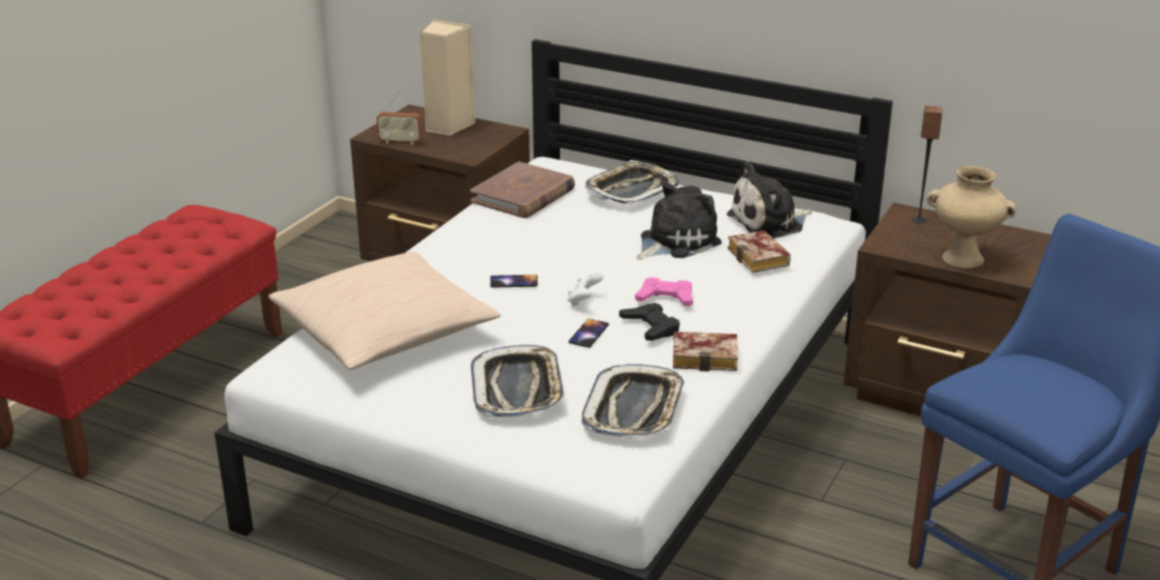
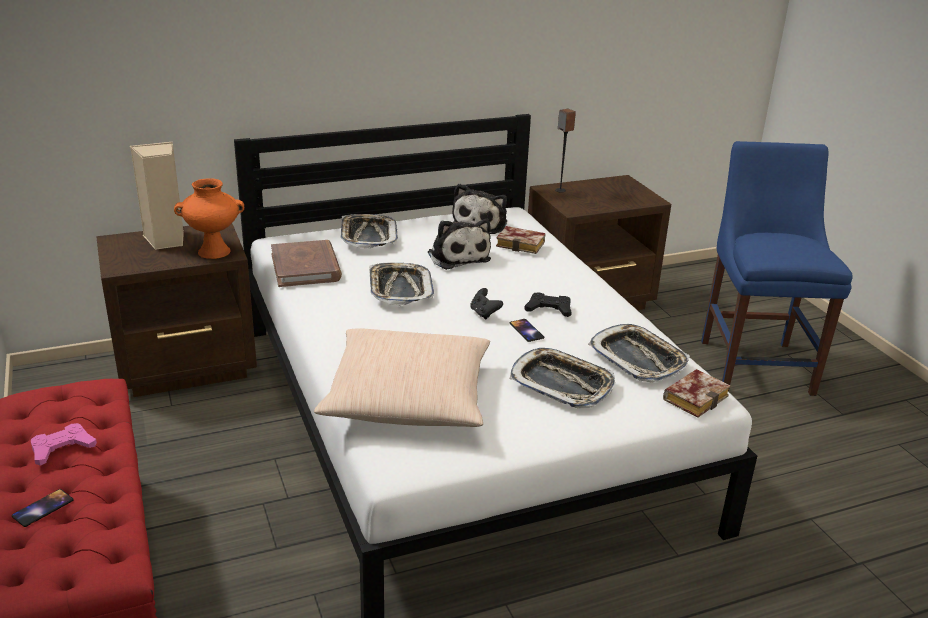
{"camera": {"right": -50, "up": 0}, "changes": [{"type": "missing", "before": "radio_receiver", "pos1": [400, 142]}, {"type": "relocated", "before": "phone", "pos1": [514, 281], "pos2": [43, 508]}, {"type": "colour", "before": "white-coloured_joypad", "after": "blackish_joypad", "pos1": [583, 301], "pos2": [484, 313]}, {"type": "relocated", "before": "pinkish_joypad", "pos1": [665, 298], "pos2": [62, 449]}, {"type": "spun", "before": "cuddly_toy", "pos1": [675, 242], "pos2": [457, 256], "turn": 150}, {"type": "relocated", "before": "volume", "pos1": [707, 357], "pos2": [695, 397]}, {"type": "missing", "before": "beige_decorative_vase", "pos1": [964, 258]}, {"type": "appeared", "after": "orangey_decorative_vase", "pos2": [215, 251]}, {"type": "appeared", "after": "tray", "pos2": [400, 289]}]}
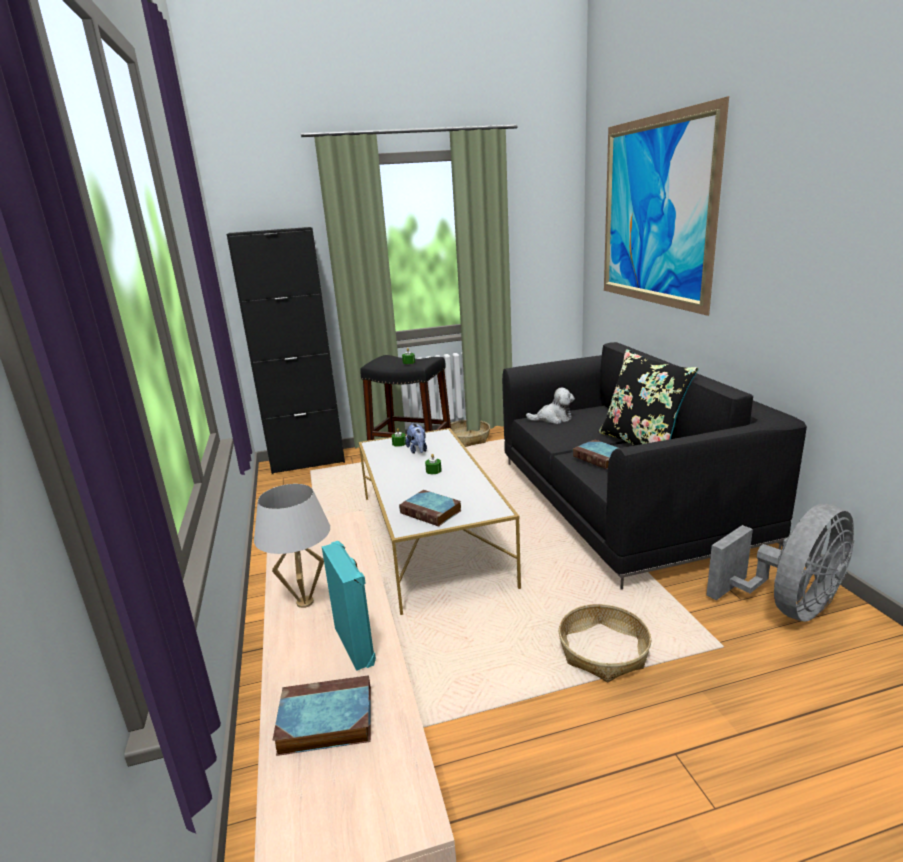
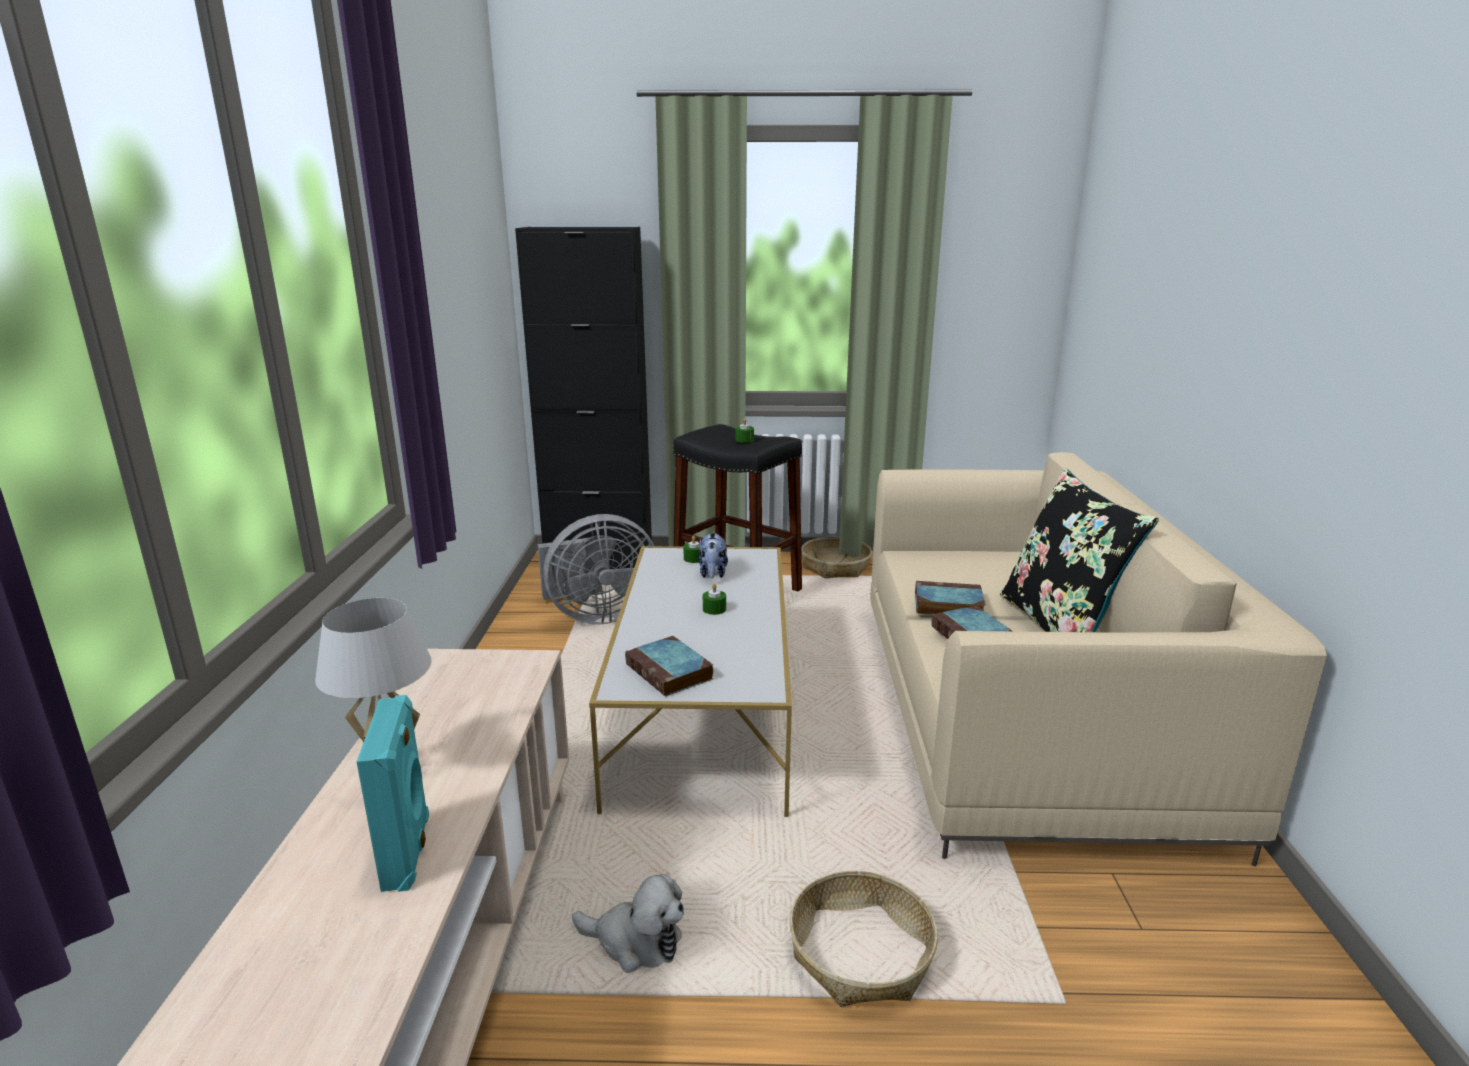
{"camera": {"right": 15, "up": 0}, "changes": [{"type": "relocated", "before": "volume", "pos1": [323, 721], "pos2": [946, 605]}, {"type": "colour", "before": "blackish_settee", "after": "beige_settee", "pos1": [623, 502], "pos2": [1025, 715]}, {"type": "relocated", "before": "cuddly_toy", "pos1": [553, 419], "pos2": [635, 943]}, {"type": "missing", "before": "wall_art", "pos1": [654, 212]}, {"type": "relocated", "before": "gray_fan", "pos1": [787, 606], "pos2": [597, 615]}]}
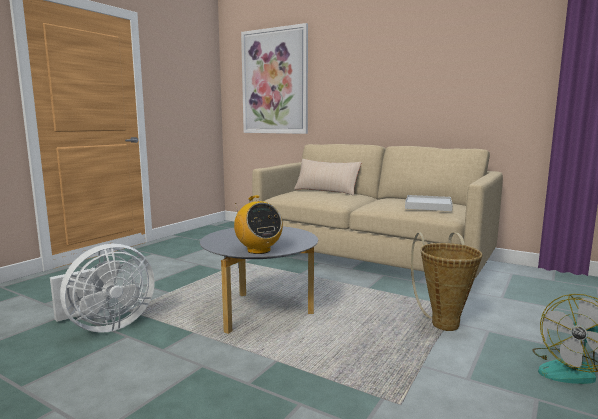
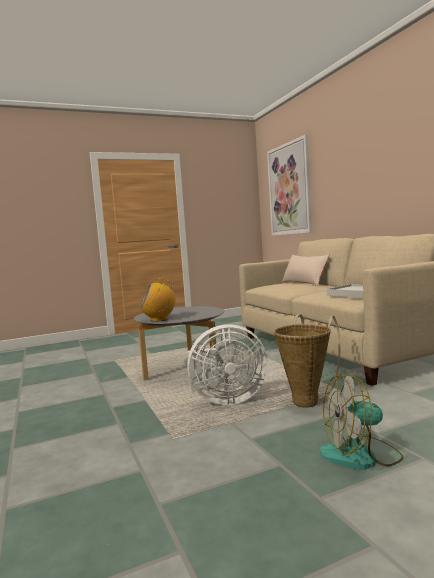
{"camera": {"right": 35, "up": -5}, "changes": [{"type": "relocated", "before": "white-coloured_fan", "pos1": [106, 326], "pos2": [225, 400]}, {"type": "spun", "before": "radio_receiver", "pos1": [258, 250], "pos2": [159, 319], "turn": 75}]}
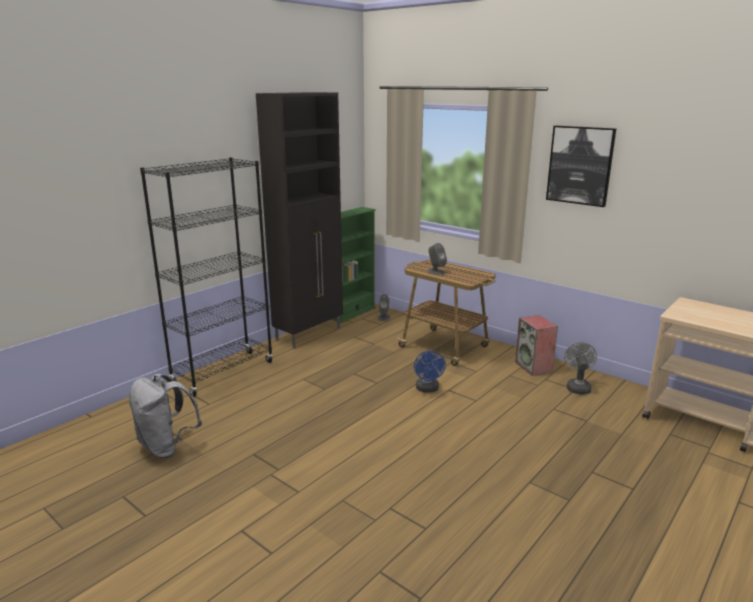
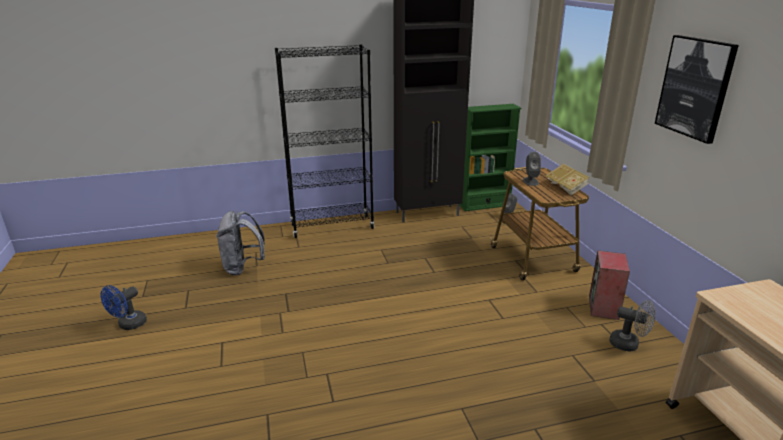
{"camera": {"right": 35, "up": 5}, "changes": [{"type": "relocated", "before": "blue_fan", "pos1": [428, 389], "pos2": [128, 325]}, {"type": "spun", "before": "gray_fan", "pos1": [577, 387], "pos2": [629, 344], "turn": 75}, {"type": "appeared", "after": "volume", "pos2": [566, 188]}]}
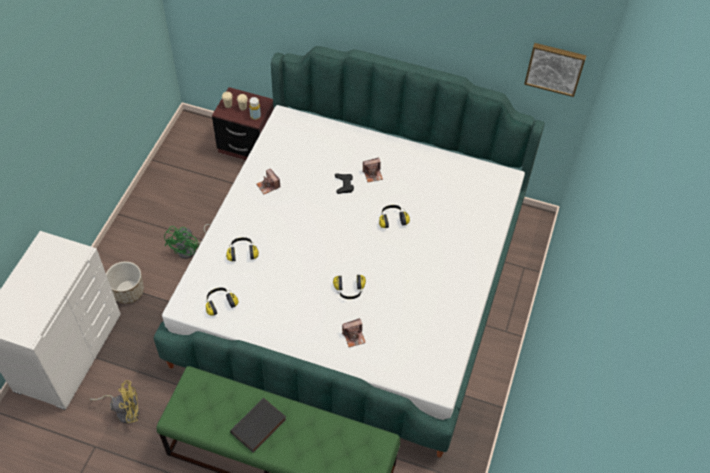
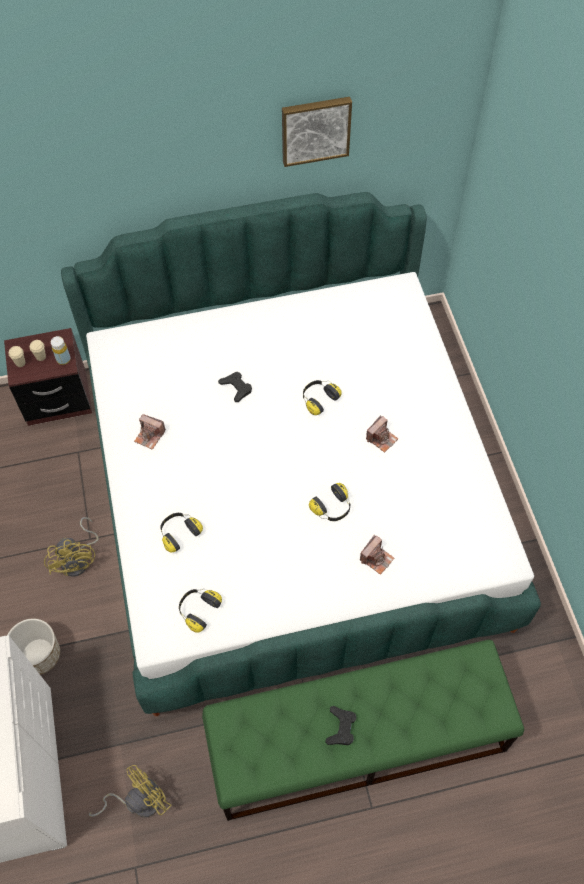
{"camera": {"right": -30, "up": 5}, "changes": [{"type": "colour", "before": "green-coloured_fan", "after": "yellow_fan", "pos1": [191, 249], "pos2": [79, 559]}, {"type": "exchanged", "before": "blackish_volume", "after": "blackish_joypad", "pos1": [259, 427], "pos2": [341, 727]}, {"type": "relocated", "before": "photo_camera", "pos1": [372, 174], "pos2": [381, 438]}, {"type": "relocated", "before": "wall_art", "pos1": [555, 68], "pos2": [315, 129]}]}
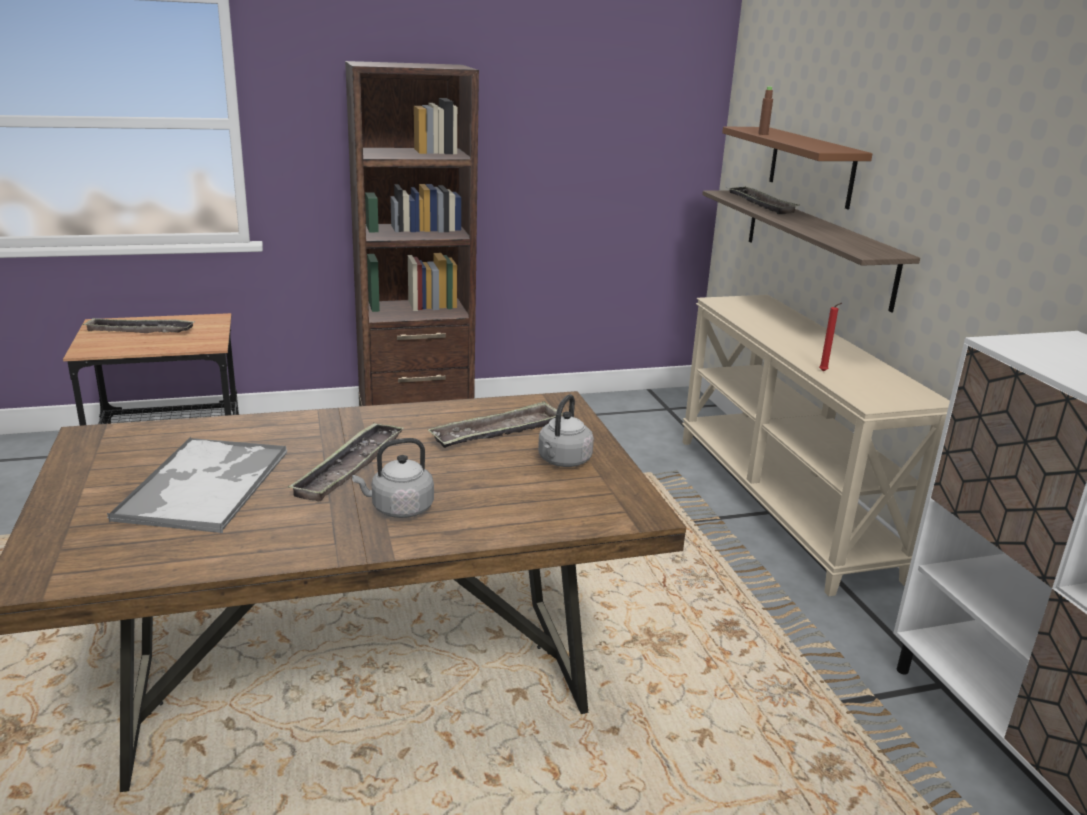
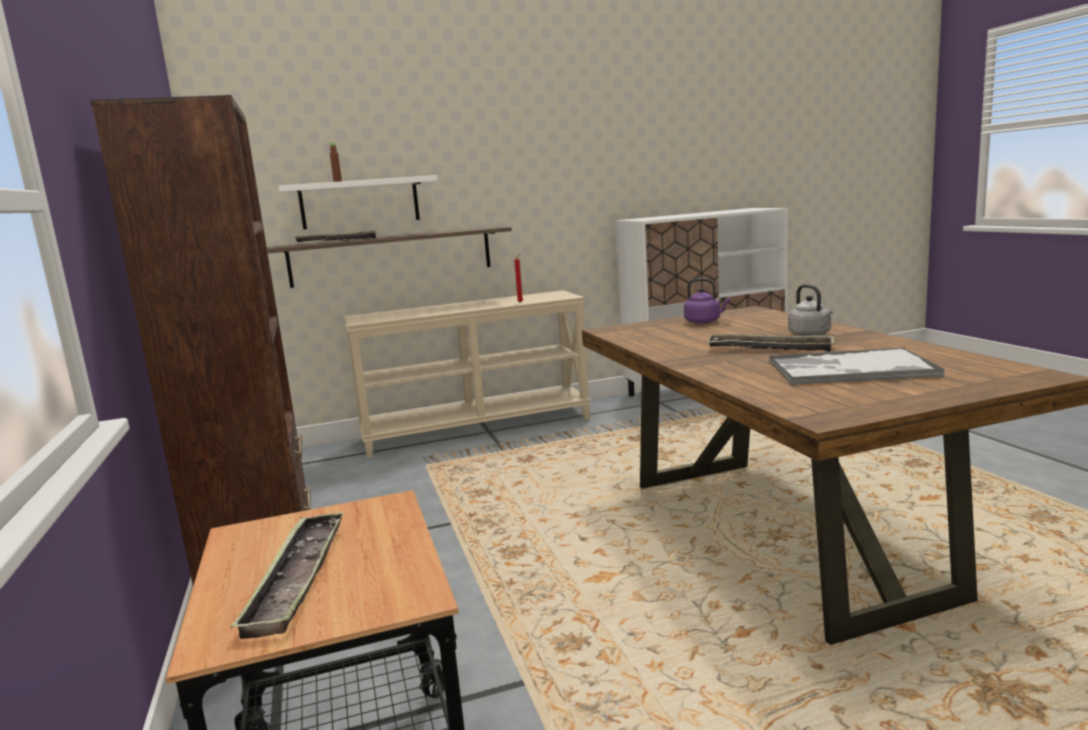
{"camera": {"right": -90, "up": -10}, "changes": [{"type": "missing", "before": "tray", "pos1": [497, 432]}, {"type": "colour", "before": "gray_tea_kettle", "after": "purple_tea_kettle", "pos1": [563, 461], "pos2": [704, 322]}, {"type": "colour", "before": "brown-coloured_wall_shelf", "after": "white-coloured_wall_shelf", "pos1": [811, 166], "pos2": [360, 203]}]}
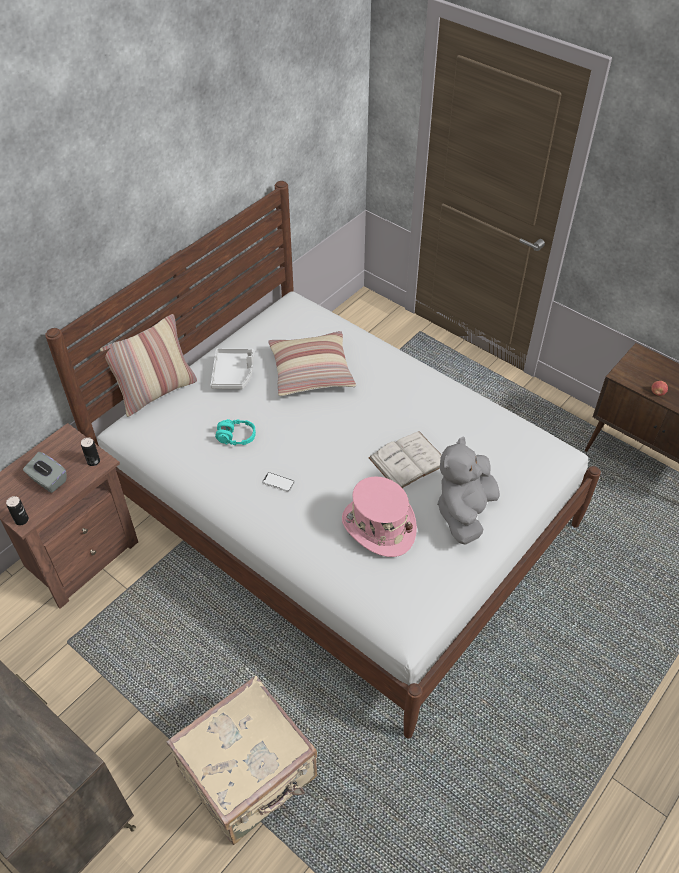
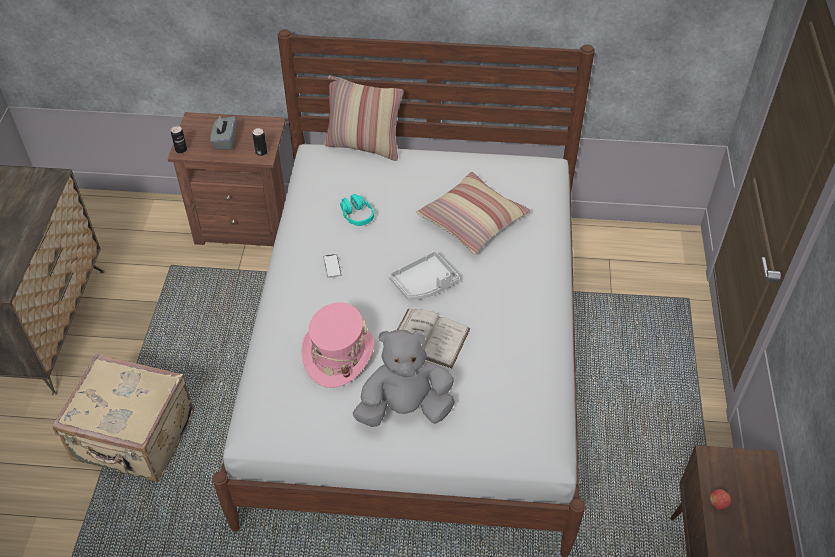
{"camera": {"right": 55, "up": 0}, "changes": [{"type": "relocated", "before": "gray_tray", "pos1": [234, 374], "pos2": [424, 283]}]}
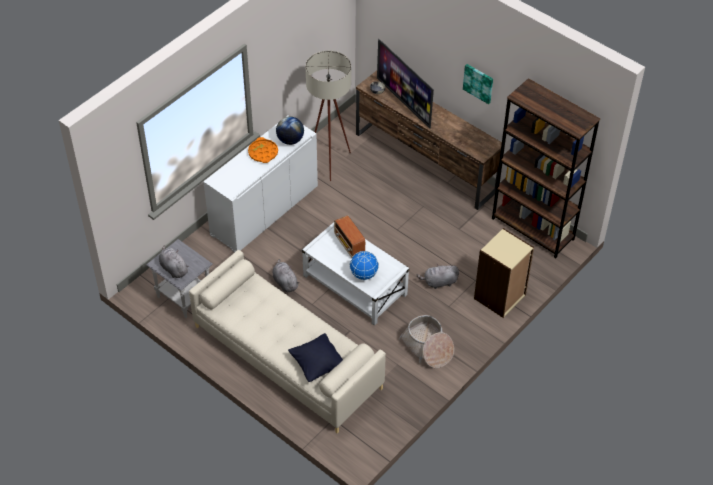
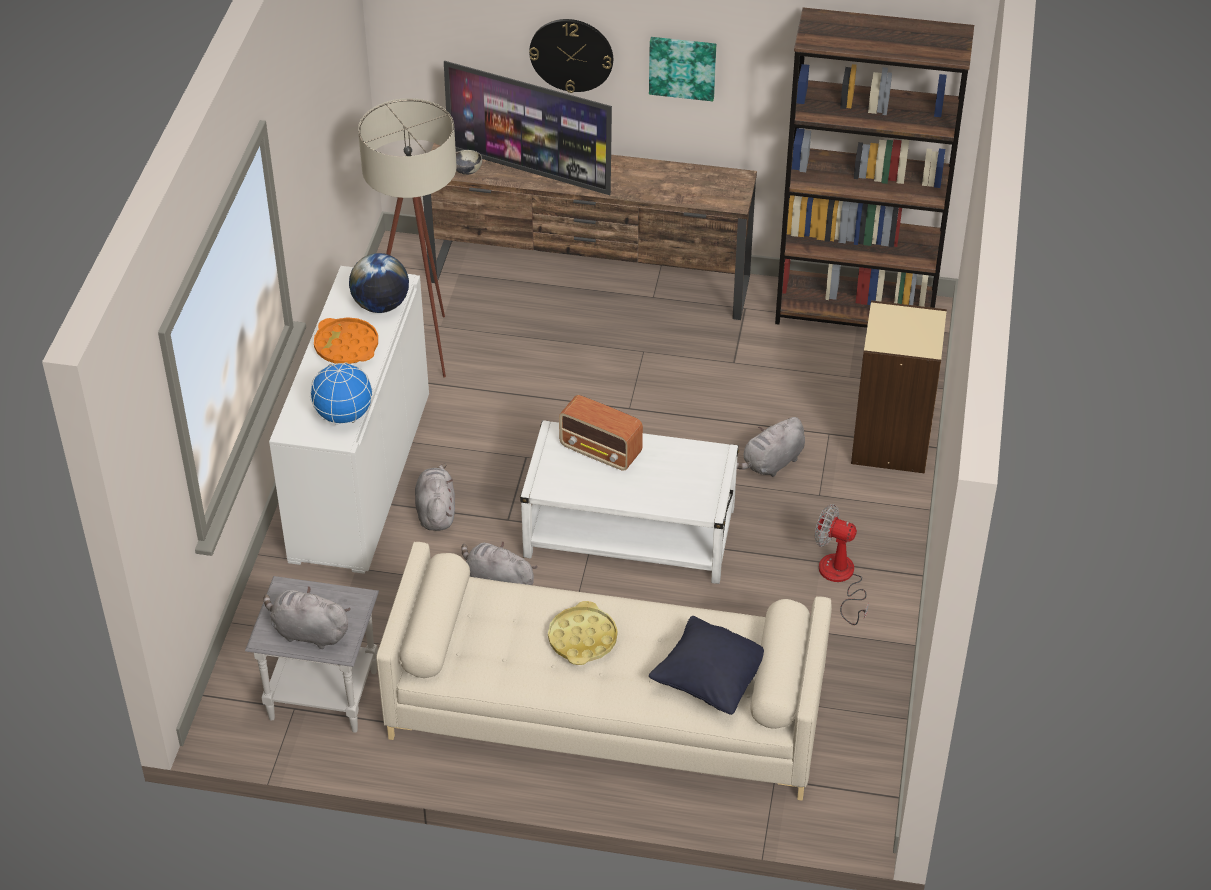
{"camera": {"right": -30, "up": -5}, "changes": [{"type": "relocated", "before": "desk_globe", "pos1": [364, 274], "pos2": [344, 416]}, {"type": "exchanged", "before": "basket", "after": "fan", "pos1": [427, 348], "pos2": [840, 579]}, {"type": "appeared", "after": "gray_cuddly_toy", "pos2": [436, 511]}, {"type": "appeared", "after": "clock_on_the_wall", "pos2": [571, 54]}, {"type": "appeared", "after": "yellow_tray", "pos2": [582, 639]}]}
